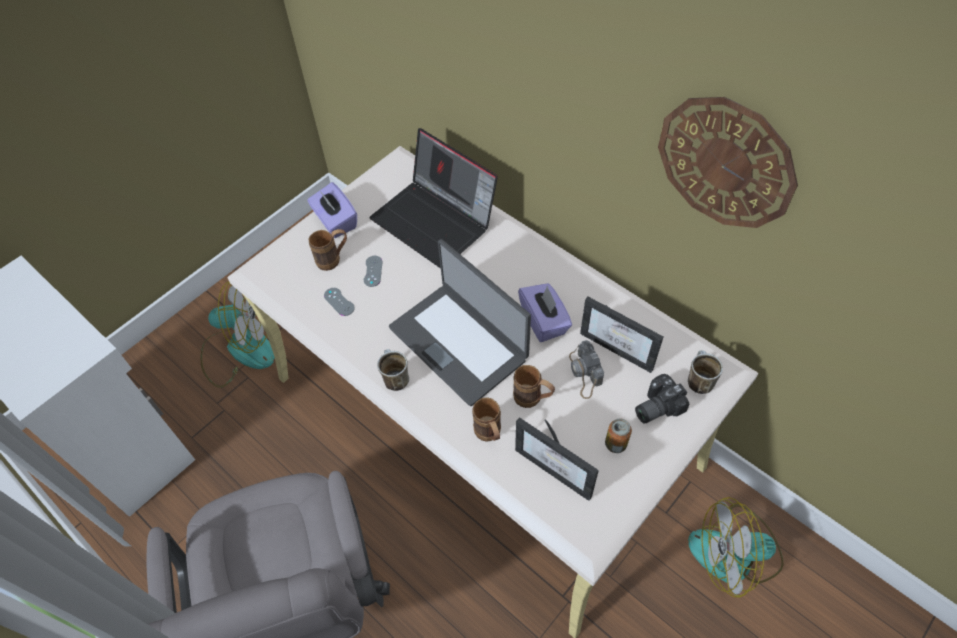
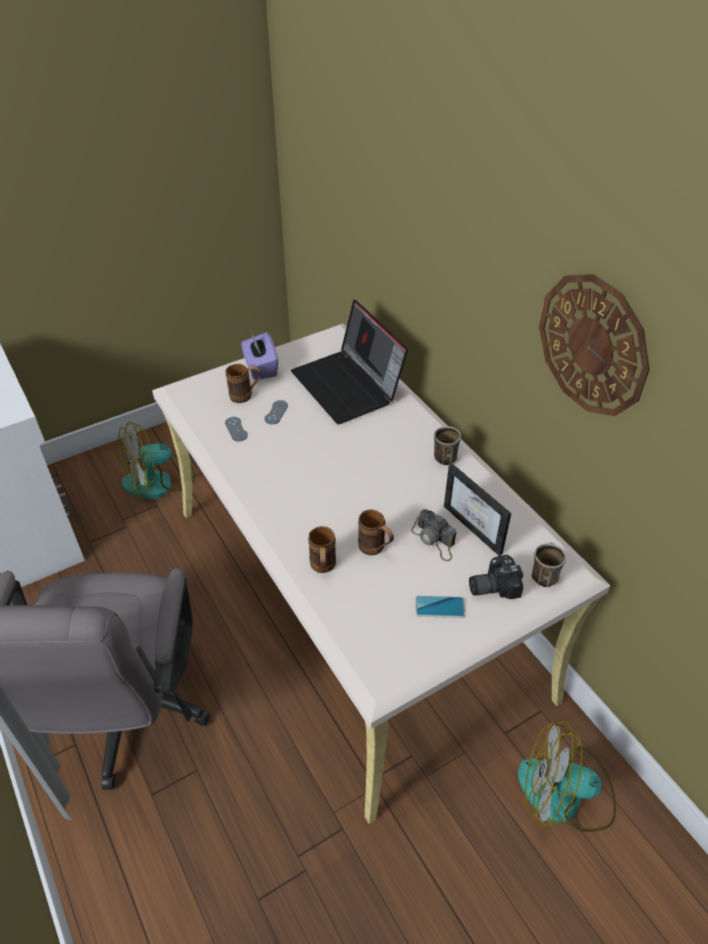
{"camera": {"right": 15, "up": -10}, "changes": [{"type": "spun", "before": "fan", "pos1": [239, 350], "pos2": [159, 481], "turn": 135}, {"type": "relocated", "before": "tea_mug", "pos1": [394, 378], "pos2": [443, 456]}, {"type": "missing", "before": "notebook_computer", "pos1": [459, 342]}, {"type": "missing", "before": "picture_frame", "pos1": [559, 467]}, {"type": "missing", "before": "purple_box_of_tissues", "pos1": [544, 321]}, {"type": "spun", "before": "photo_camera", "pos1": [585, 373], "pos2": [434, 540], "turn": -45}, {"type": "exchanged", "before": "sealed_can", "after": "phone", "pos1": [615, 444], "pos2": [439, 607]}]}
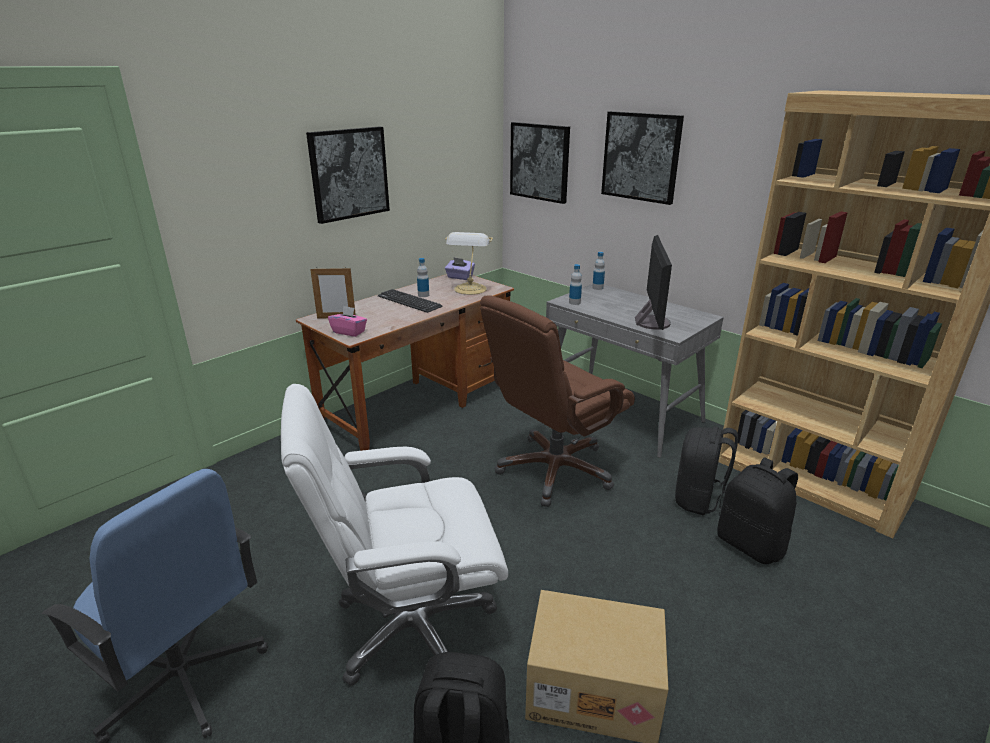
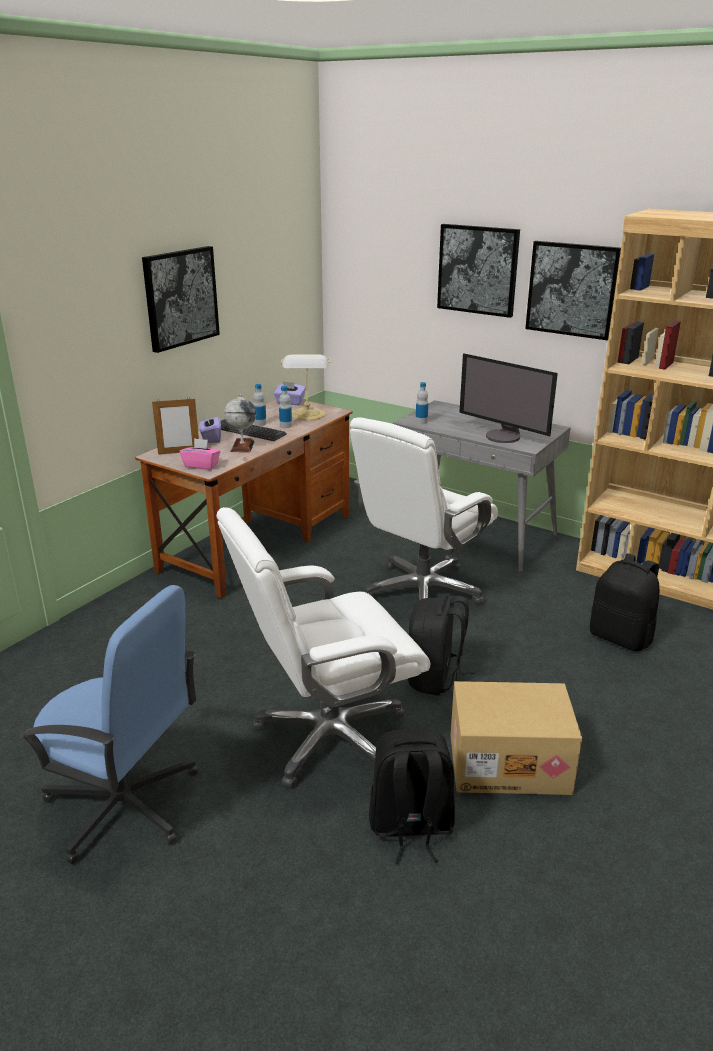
{"camera": {"right": -10, "up": 0}, "changes": [{"type": "colour", "before": "brown-coloured_desk_chair", "after": "white-coloured_desk_chair", "pos1": [554, 470], "pos2": [422, 593]}, {"type": "relocated", "before": "wall_art", "pos1": [540, 162], "pos2": [572, 289]}, {"type": "relocated", "before": "bottle", "pos1": [597, 288], "pos2": [285, 426]}, {"type": "spun", "before": "computer_display", "pos1": [651, 322], "pos2": [504, 436], "turn": 135}, {"type": "relocated", "before": "blackish_rucksack", "pos1": [699, 500], "pos2": [436, 679]}, {"type": "appeared", "after": "purple_box_of_tissues", "pos2": [211, 438]}, {"type": "appeared", "after": "desk_globe", "pos2": [242, 446]}]}
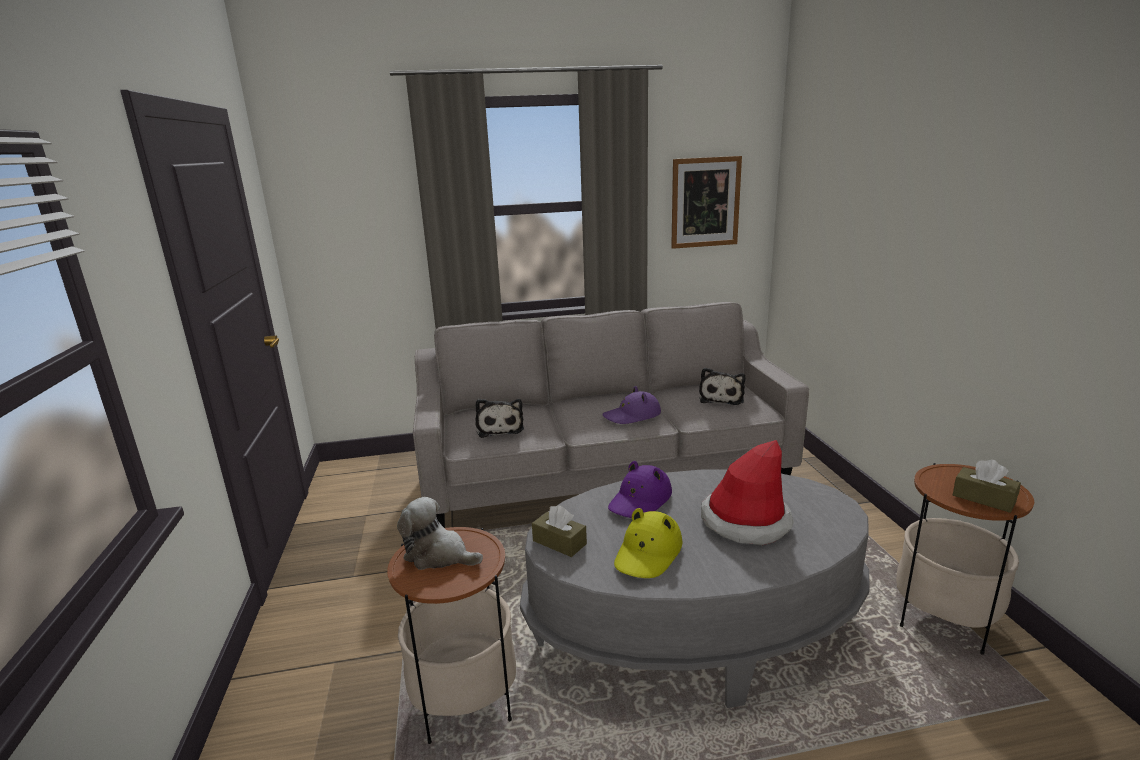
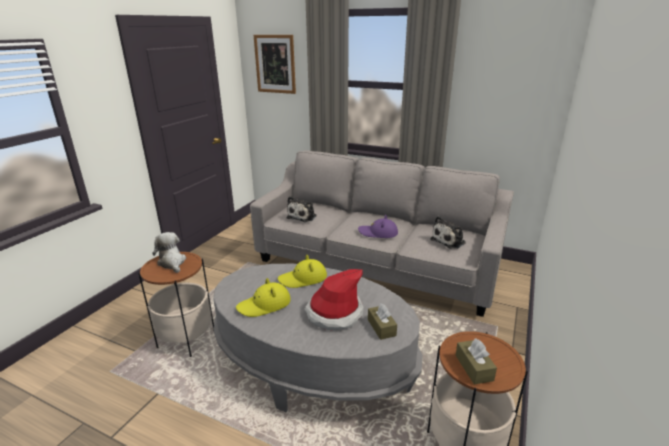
{"camera": {"right": 35, "up": 5}, "changes": [{"type": "relocated", "before": "brown-coloured_box_of_tissues", "pos1": [559, 542], "pos2": [381, 327]}, {"type": "colour", "before": "purple_hat", "after": "yellow_hat", "pos1": [640, 500], "pos2": [303, 278]}, {"type": "relocated", "before": "wall_art", "pos1": [705, 202], "pos2": [275, 64]}]}
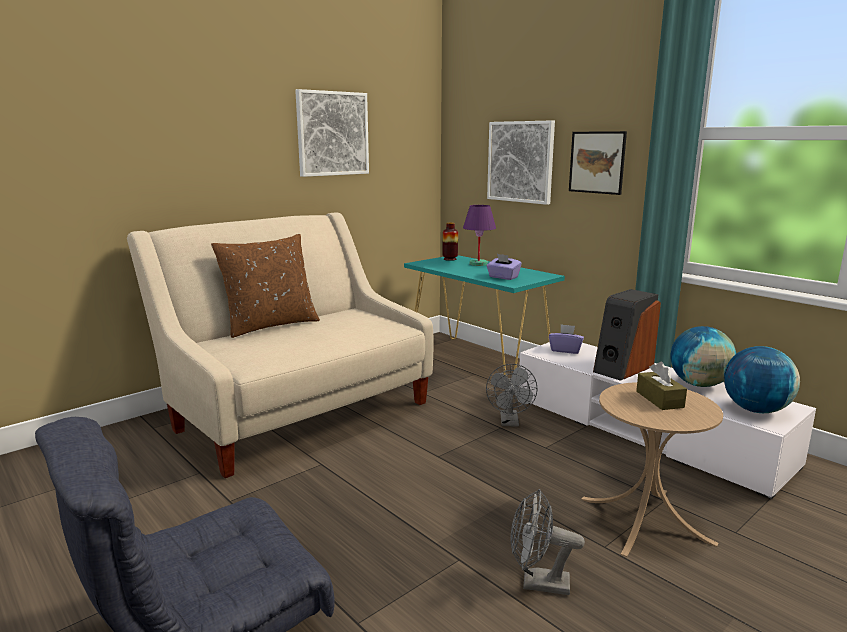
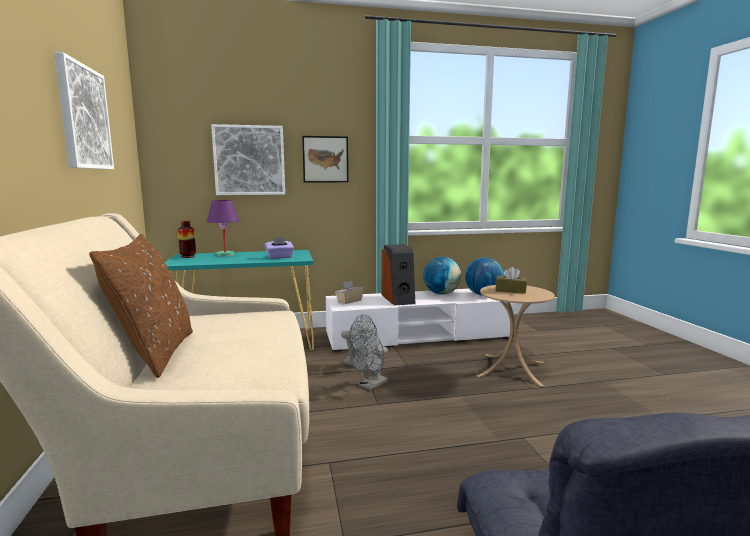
{"camera": {"right": -60, "up": -5}, "changes": [{"type": "relocated", "before": "gray_fan", "pos1": [537, 583], "pos2": [370, 386]}, {"type": "colour", "before": "purple_box_of_tissues", "after": "beige_box_of_tissues", "pos1": [565, 350], "pos2": [349, 301]}]}
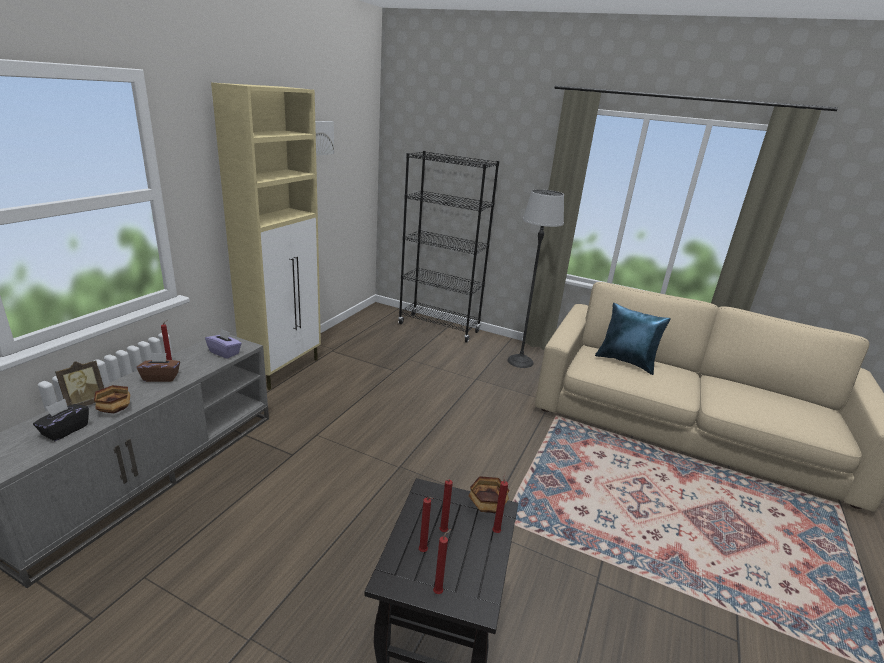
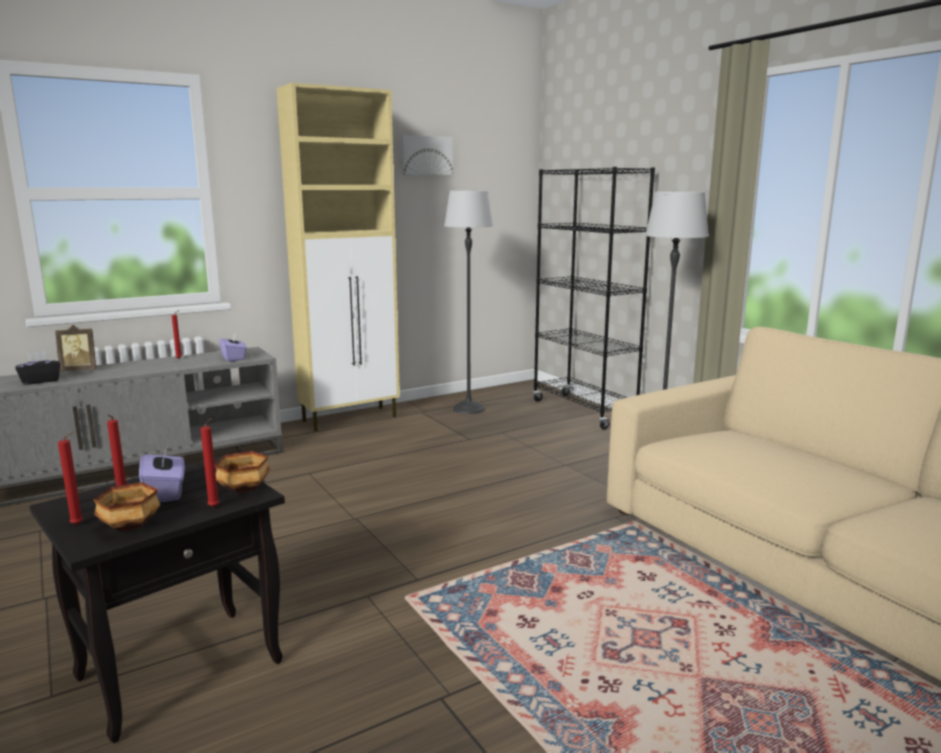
{"camera": {"right": 35, "up": -10}, "changes": [{"type": "relocated", "before": "deep_dish", "pos1": [114, 409], "pos2": [130, 525]}, {"type": "missing", "before": "brown-coloured_box_of_tissues", "pos1": [161, 377]}, {"type": "exchanged", "before": "reddish_wax_light", "after": "purple_box_of_tissues", "pos1": [442, 532], "pos2": [165, 492]}, {"type": "missing", "before": "blue_pillow", "pos1": [626, 362]}, {"type": "appeared", "after": "standard_lamp", "pos2": [468, 409]}]}
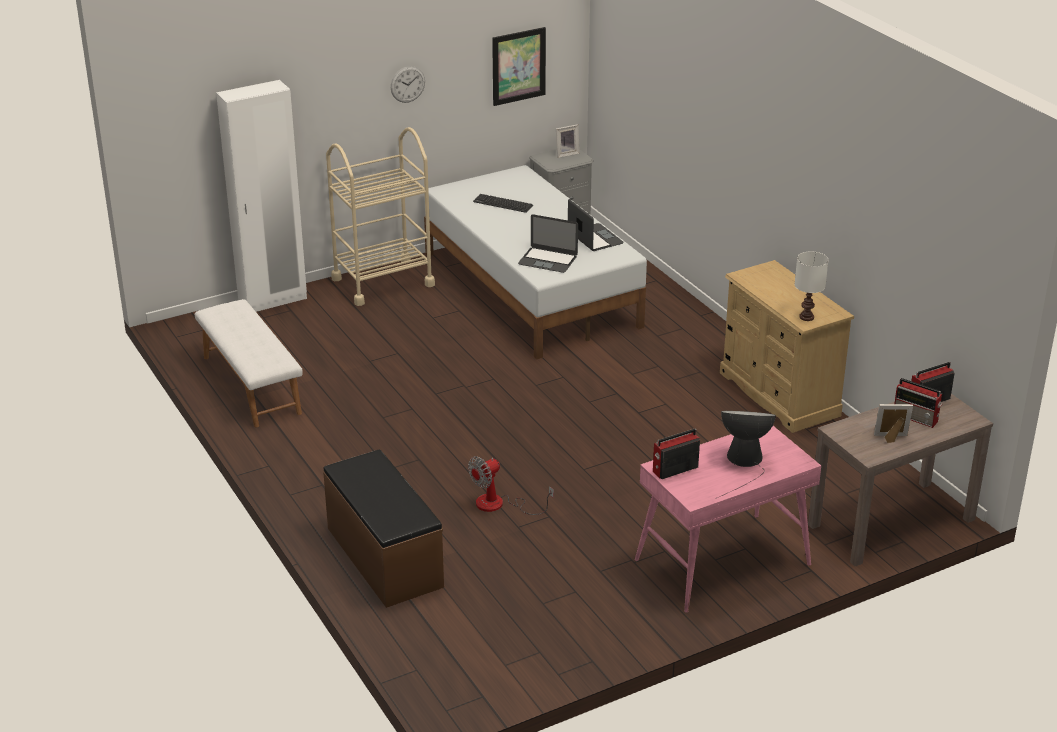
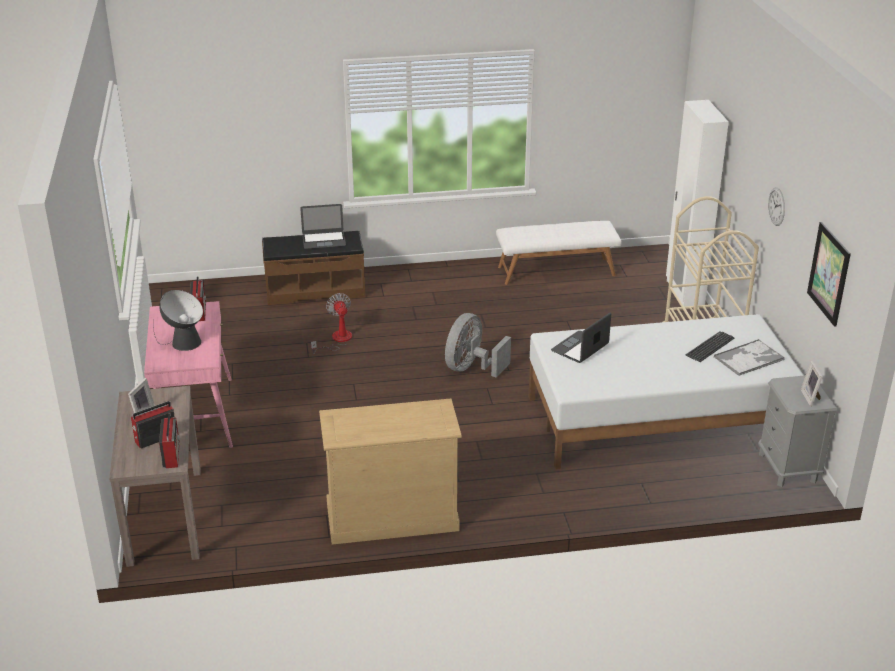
{"camera": {"right": 110, "up": 0}, "changes": [{"type": "relocated", "before": "notebook_computer", "pos1": [595, 238], "pos2": [324, 240]}, {"type": "missing", "before": "white-coloured_table_lamp", "pos1": [806, 317]}, {"type": "appeared", "after": "gray_fan", "pos2": [471, 368]}, {"type": "appeared", "after": "tray", "pos2": [749, 358]}]}
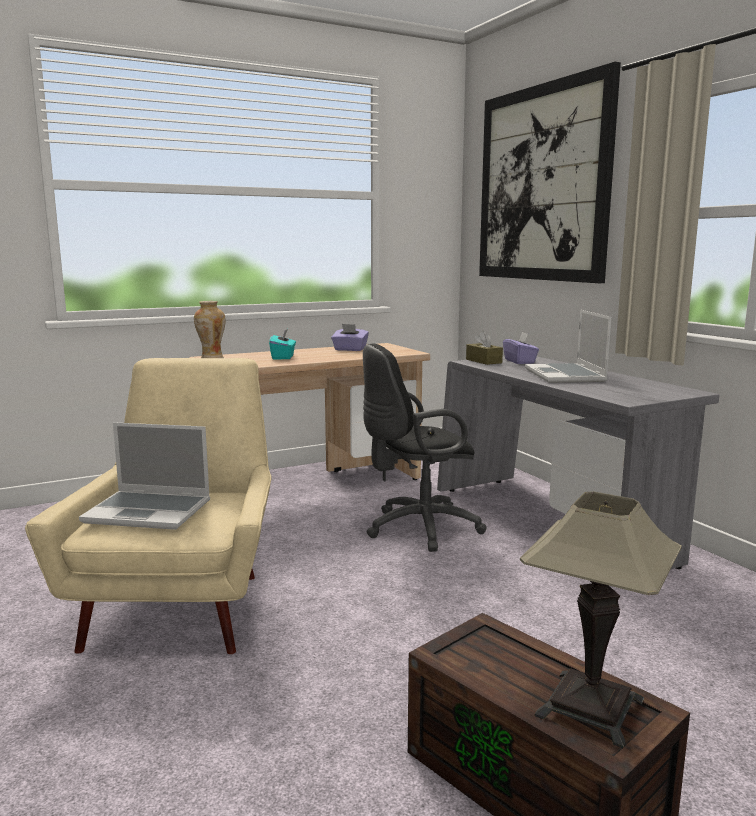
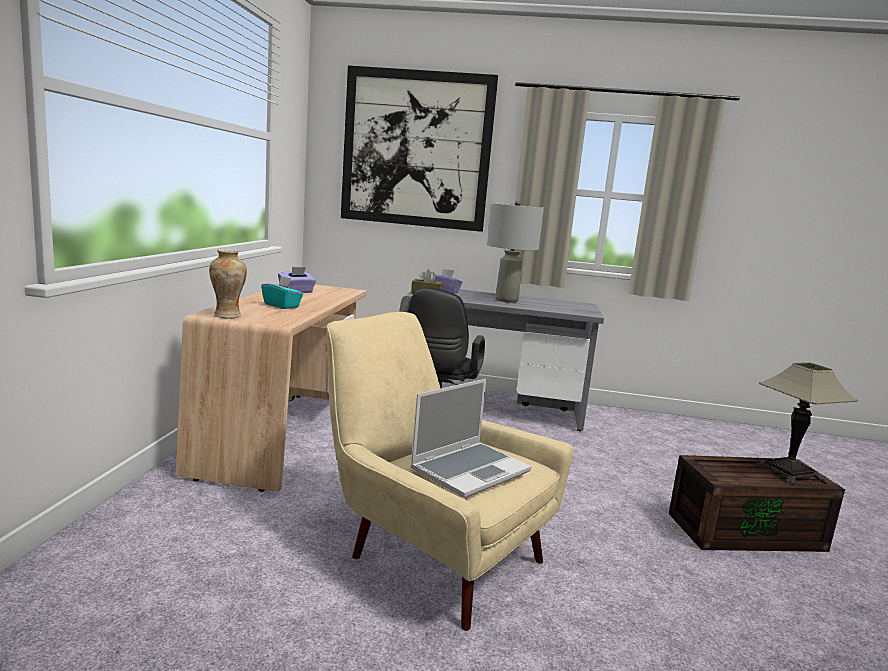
{"camera": {"right": -55, "up": 0}, "changes": [{"type": "exchanged", "before": "notebook_computer", "after": "gray_table_lamp", "pos1": [566, 375], "pos2": [507, 300]}]}
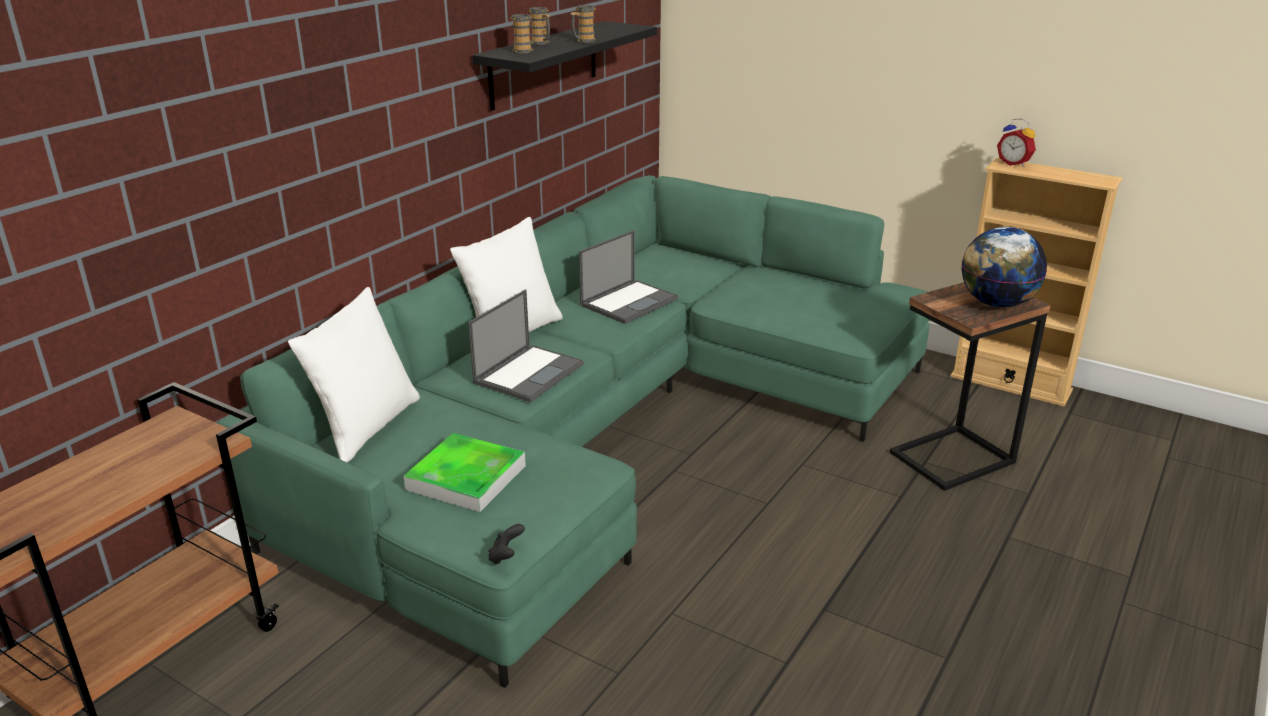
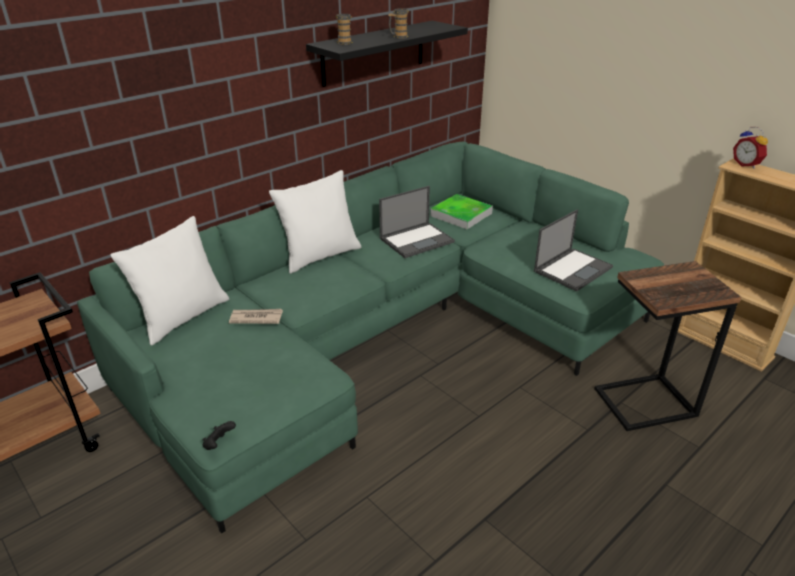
{"camera": {"right": 15, "up": 5}, "changes": [{"type": "relocated", "before": "tray", "pos1": [466, 477], "pos2": [461, 215]}, {"type": "relocated", "before": "notebook_computer", "pos1": [529, 373], "pos2": [573, 269]}, {"type": "missing", "before": "tea_mug", "pos1": [541, 43]}, {"type": "missing", "before": "desk_globe", "pos1": [996, 303]}, {"type": "appeared", "after": "daily_paper", "pos2": [256, 318]}]}
